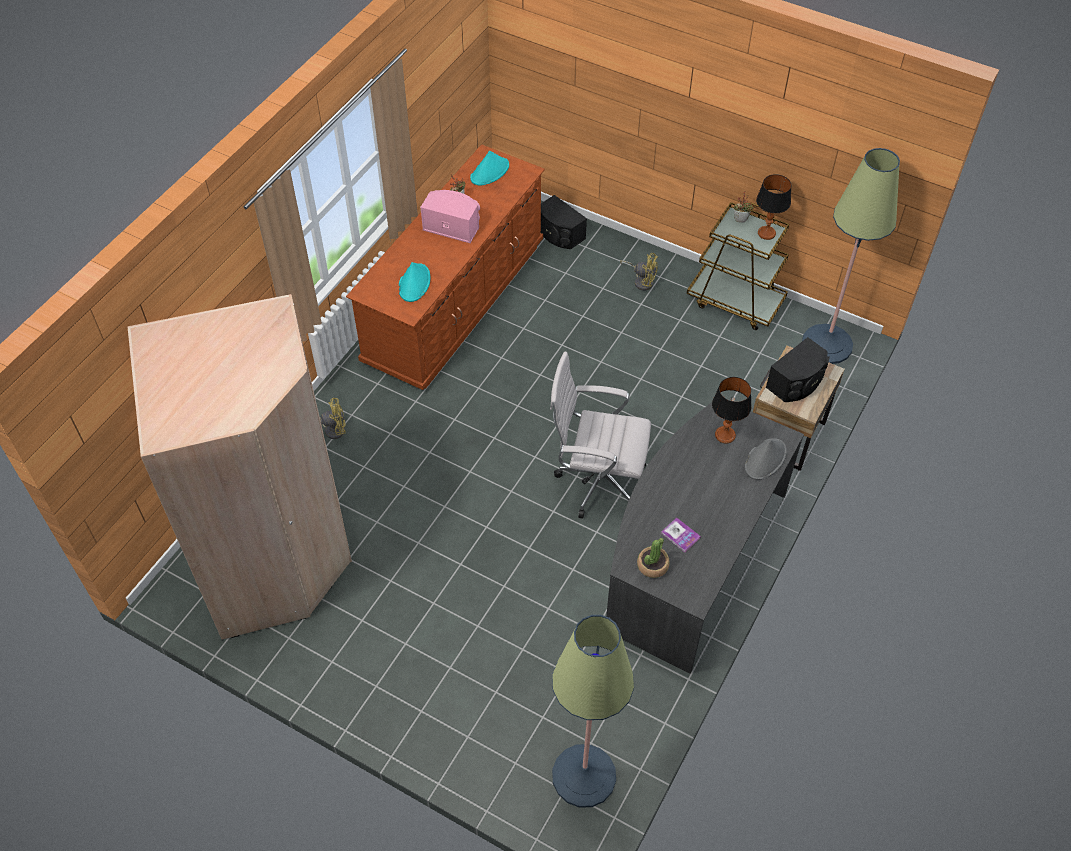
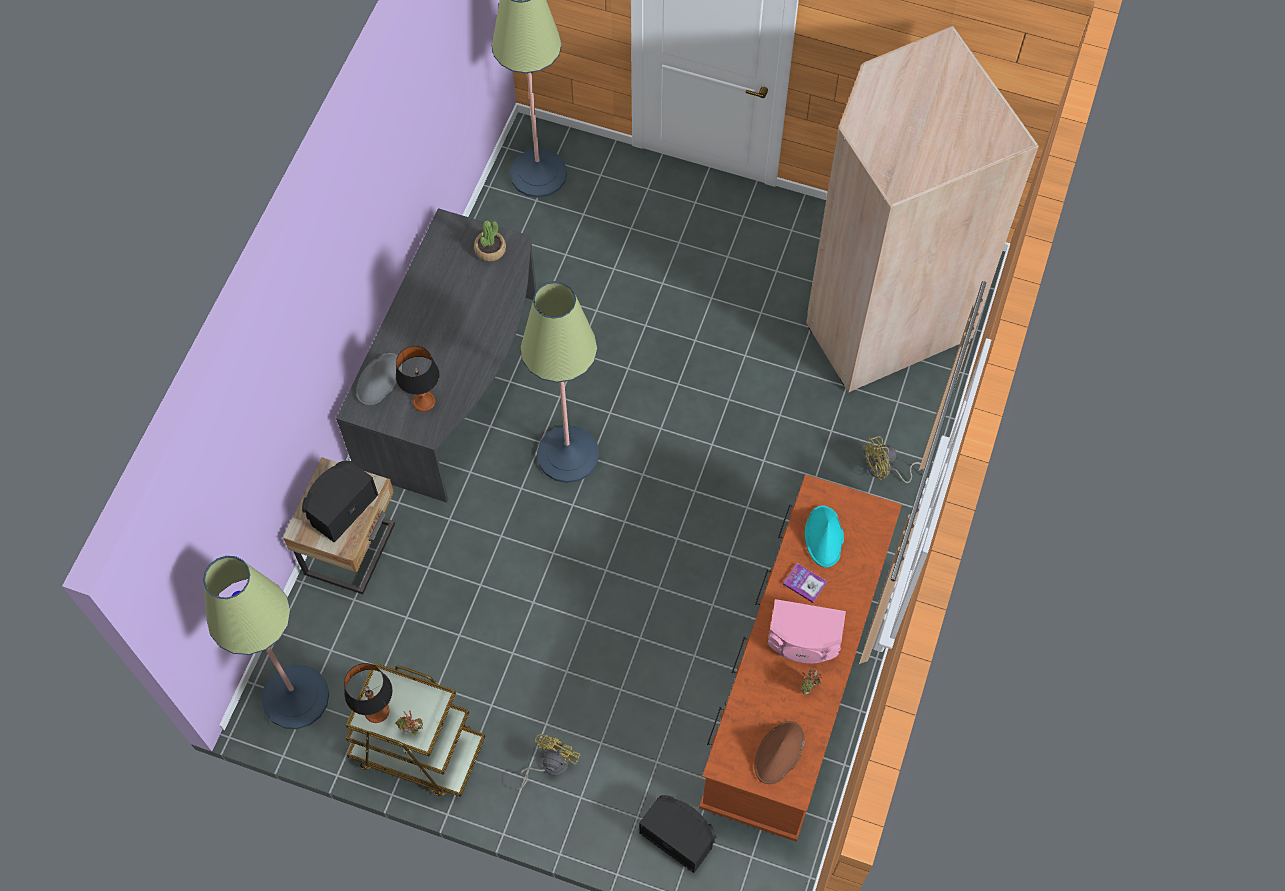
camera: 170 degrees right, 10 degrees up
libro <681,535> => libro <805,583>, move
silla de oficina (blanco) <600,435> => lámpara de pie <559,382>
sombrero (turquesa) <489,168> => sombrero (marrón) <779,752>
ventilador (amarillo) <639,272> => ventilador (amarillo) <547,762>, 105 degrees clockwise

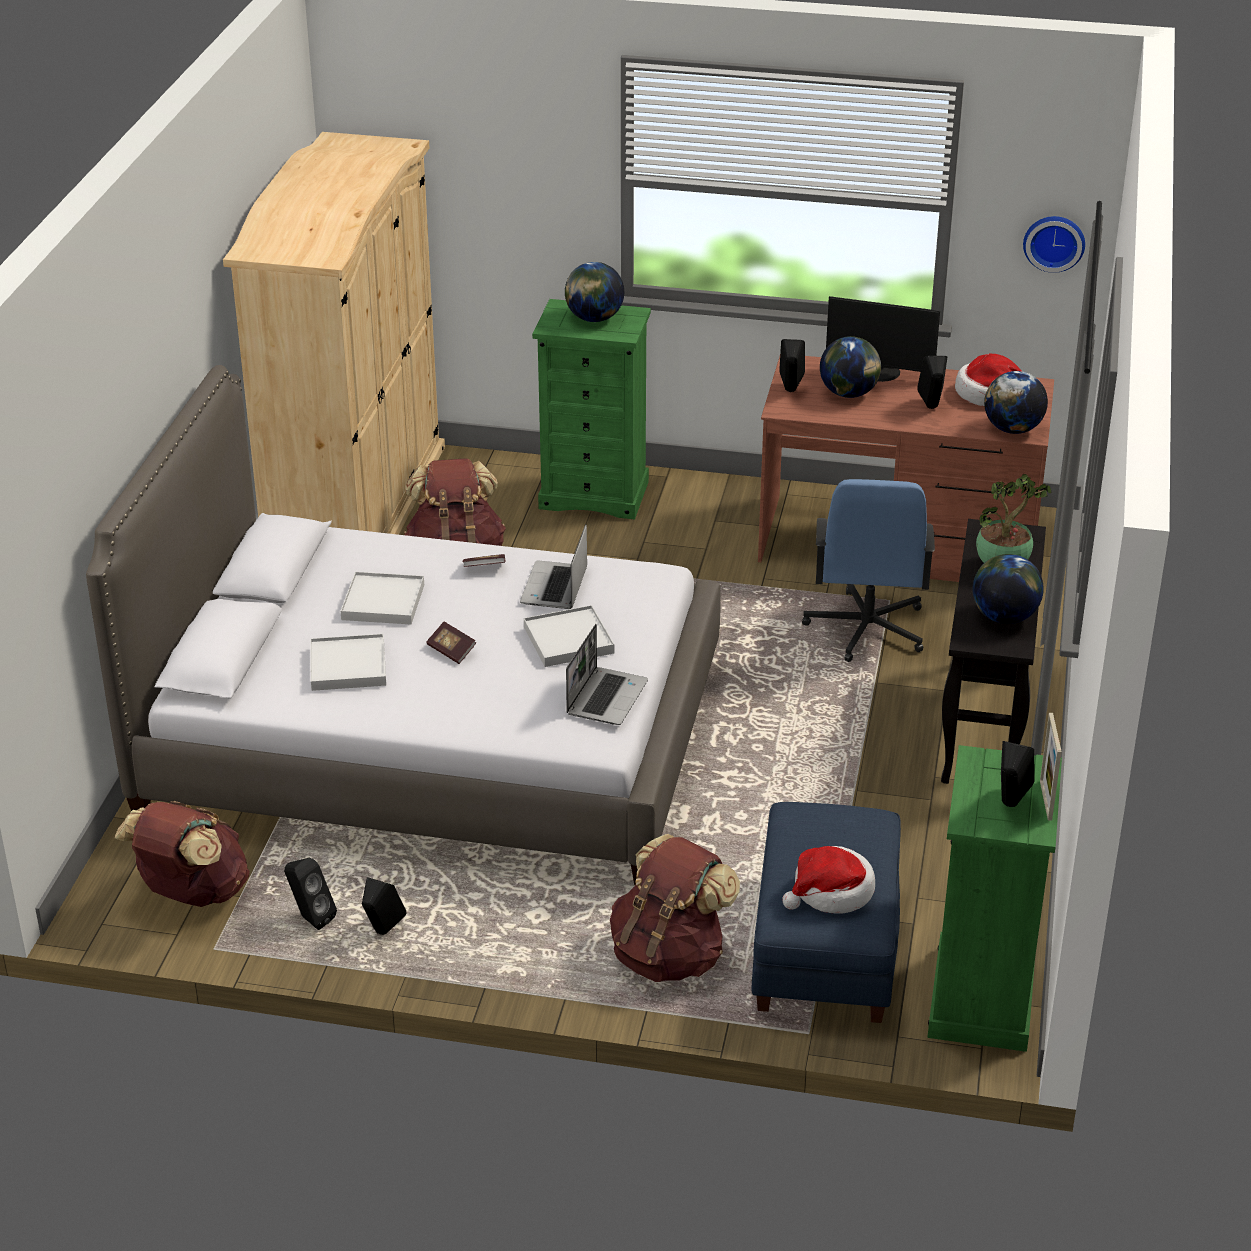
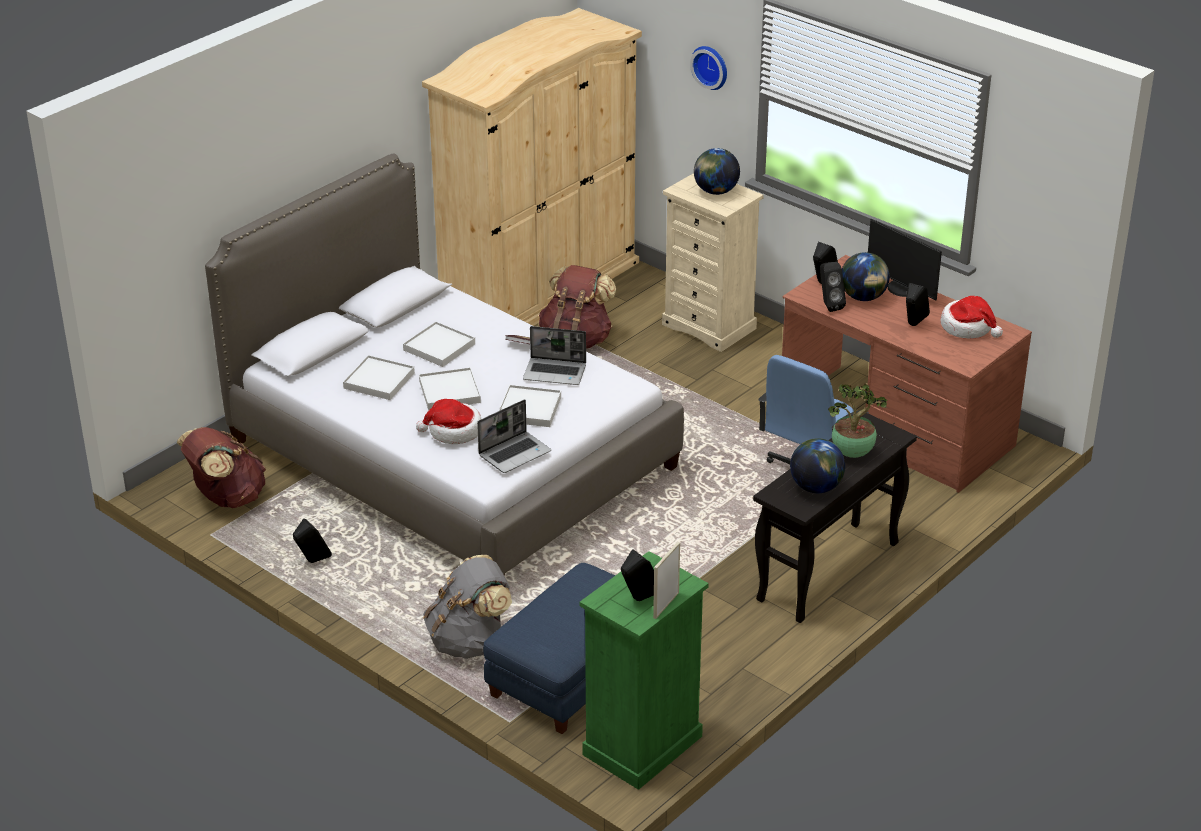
camera: 30 degrees right, 0 degrees up
globo terráqueo <1016,402> => nothing
altavoz (negro) <310,894> => altavoz (negro) <833,287>, move
sombrero <829,880> => sombrero <448,421>, move
reloj de pared <1054,244> => reloj de pared <708,68>, move
libro <451,643> => bandeja (blanco) <450,388>
cómoda (verde) <591,409> => cómoda (beis) <713,262>
mochila (marrón) <675,908> => mochila (gris) <467,607>
portátil <553,566> => portátil <554,355>, 120 degrees counterclockwise

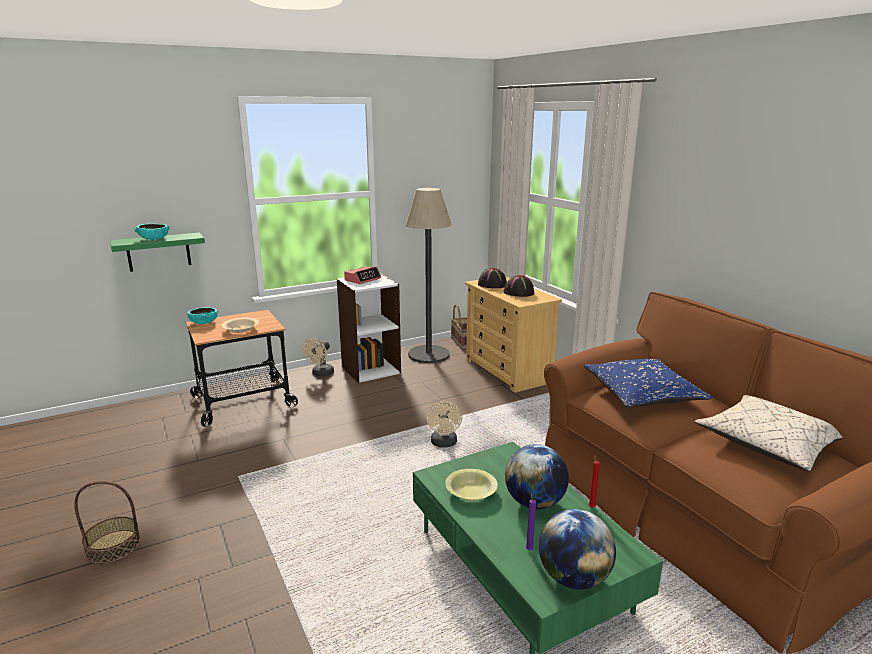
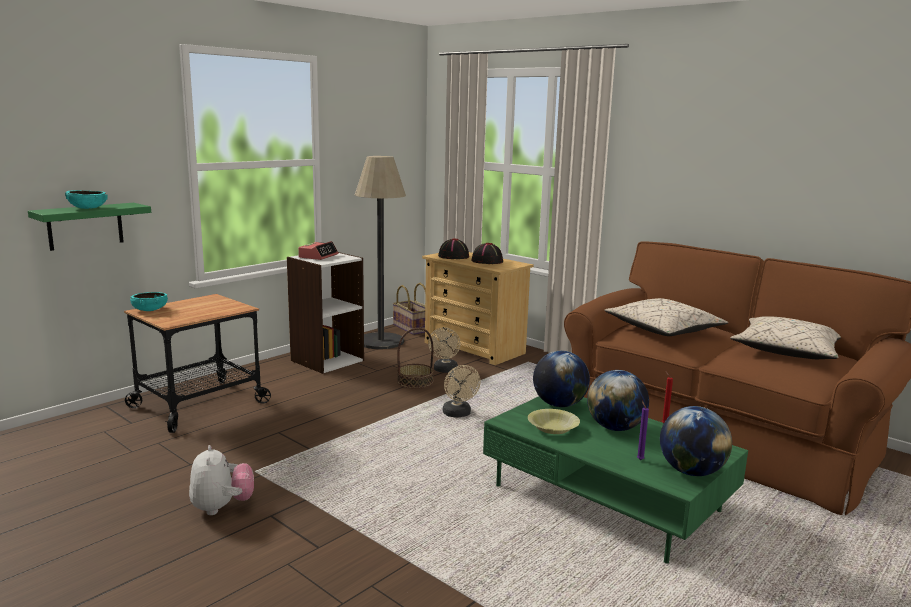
camera: 20 degrees left, 5 degrees down
cuenco (beis) <240,325> => nothing
nothing => peluche <221,480>
nothing => globo terráqueo <561,379>
cesta <107,522> => cesta <415,358>, move
ventilador (beis) <318,357> => ventilador (beis) <444,350>, move
cojín (azul) <648,383> => cojín (beis) <666,317>

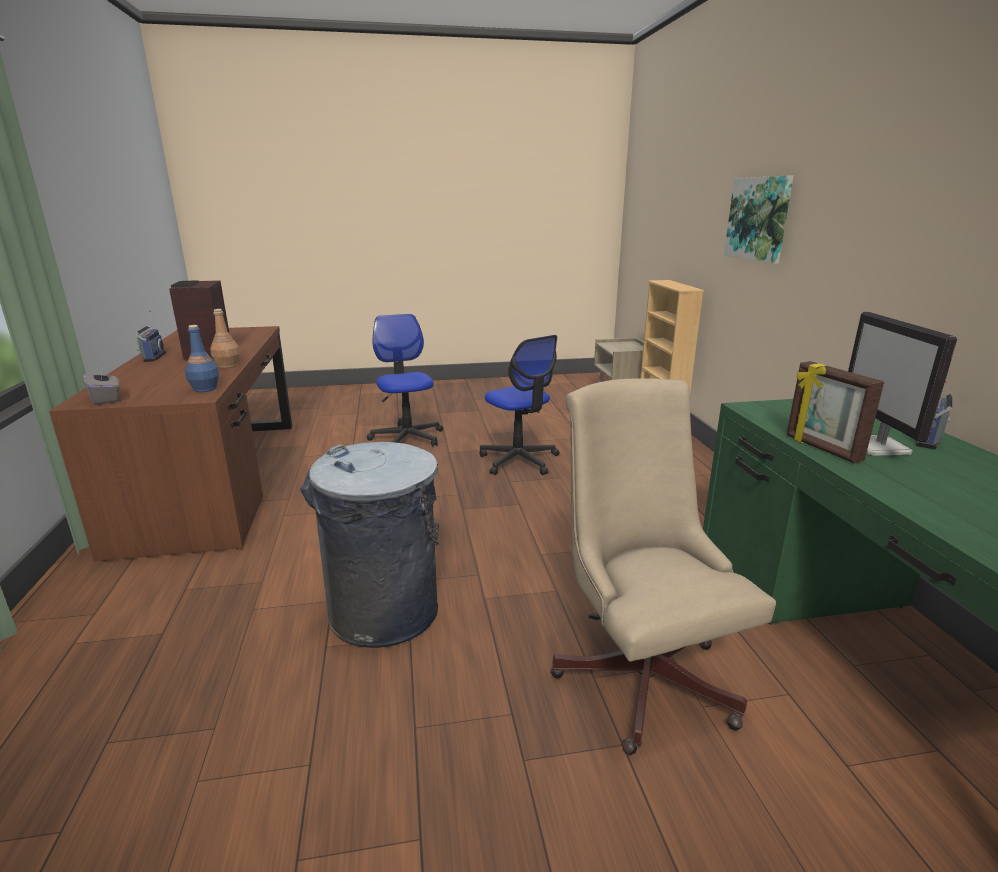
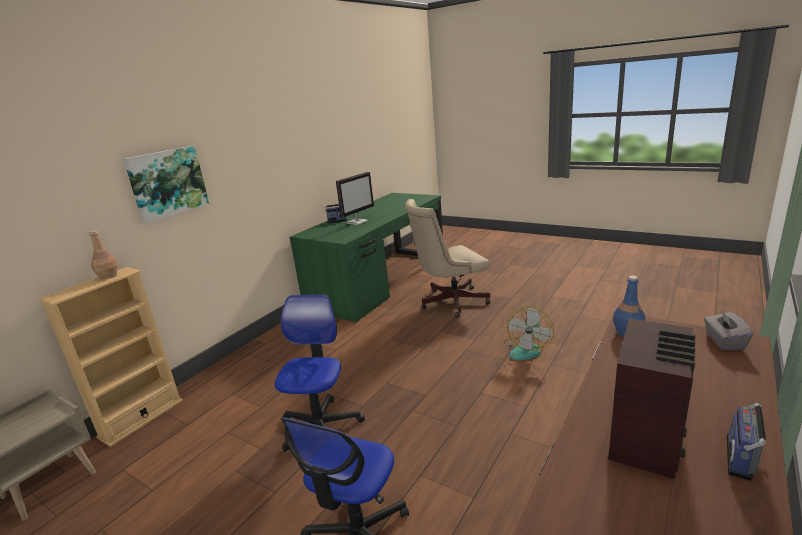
camera: 135 degrees left, 0 degrees up
portarretratos <835,412> => nothing
botella (marrón) <225,338> => botella (marrón) <103,254>, move
papelera (gris) <369,545> => ventilador <529,333>
silla de oficina (beis) <663,566> => silla de oficina (beis) <448,258>, 45 degrees clockwise

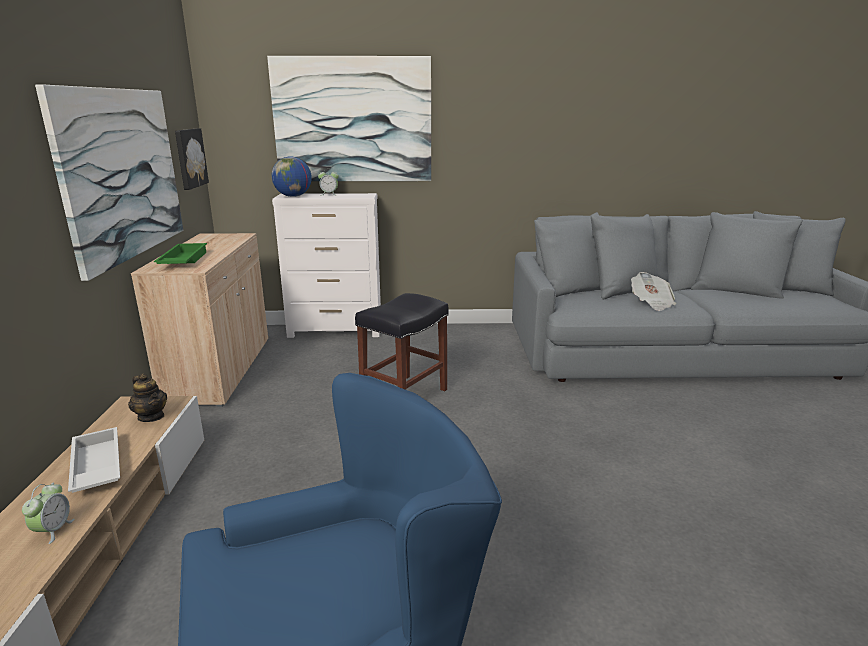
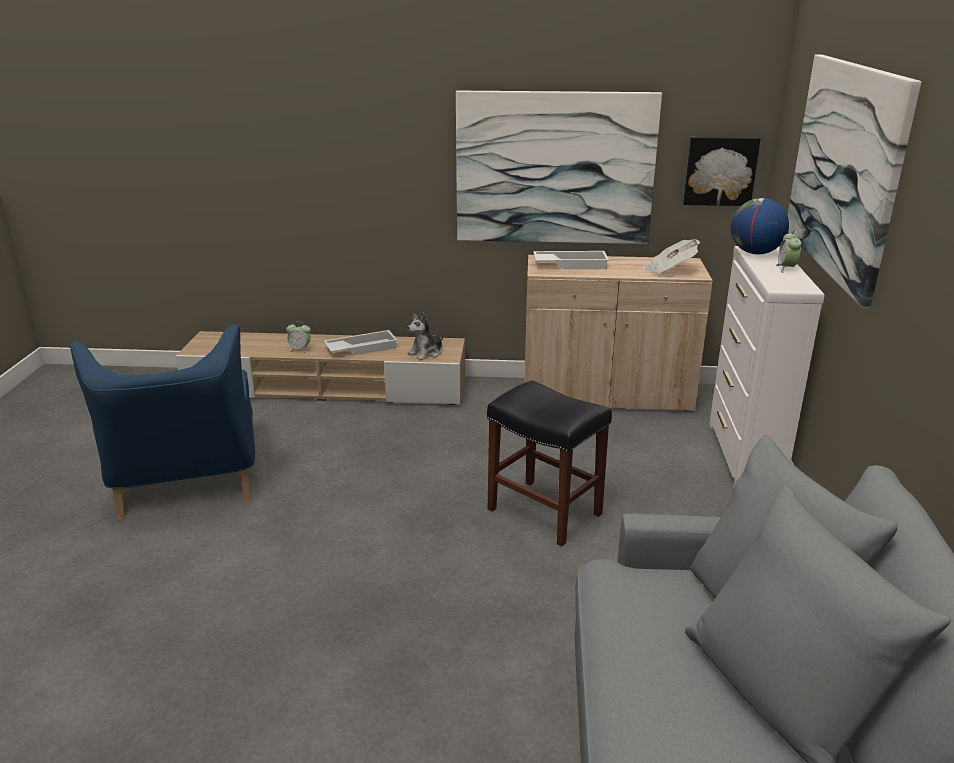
camera: 95 degrees right, 5 degrees up
periódico <653,291> => periódico <671,256>, move
tetera <147,397> => peluche <426,336>
bandeja (verde) <180,253> => bandeja (blanco) <571,260>

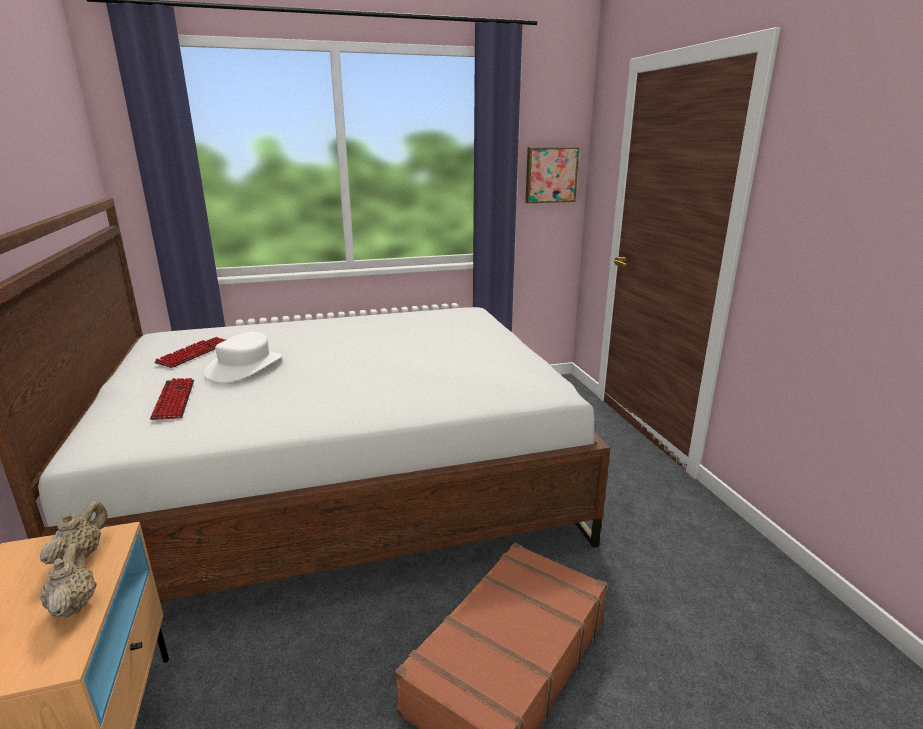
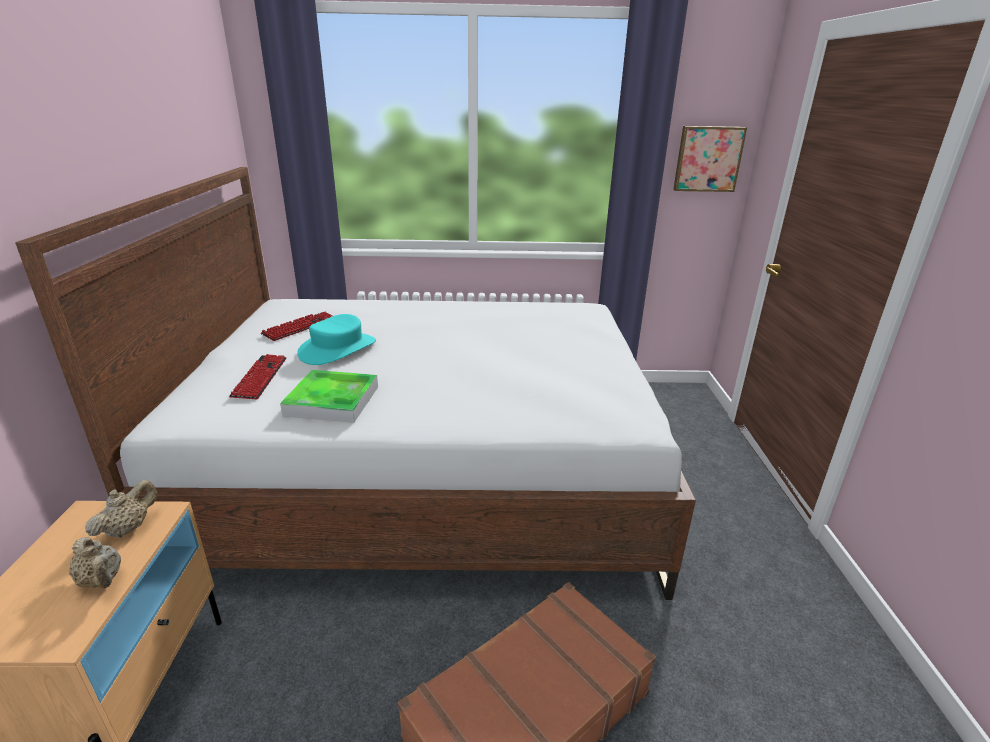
camera: 15 degrees right, 5 degrees up
nothing => bandeja <329,396>
sombrero (blanco) <243,357> => sombrero (turquesa) <336,339>
tetera (beis) <68,580> => tetera (beis) <95,562>, 135 degrees clockwise

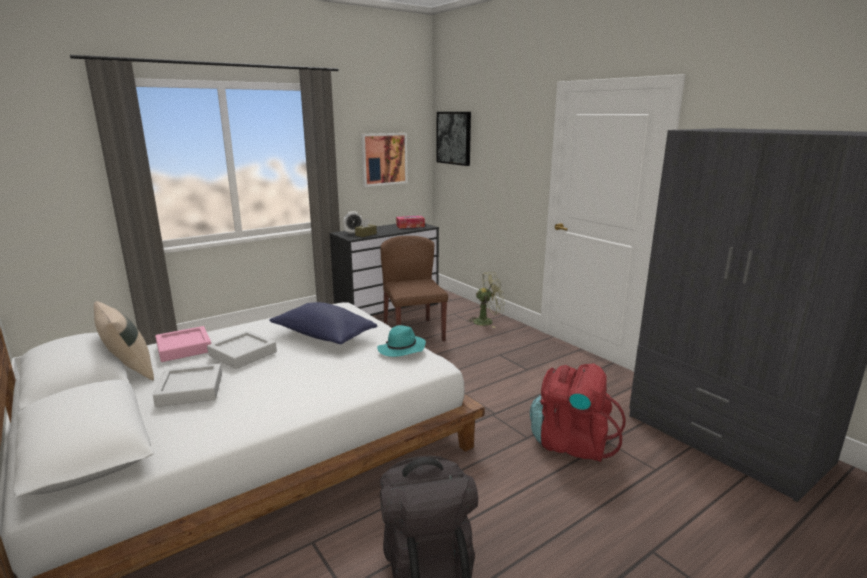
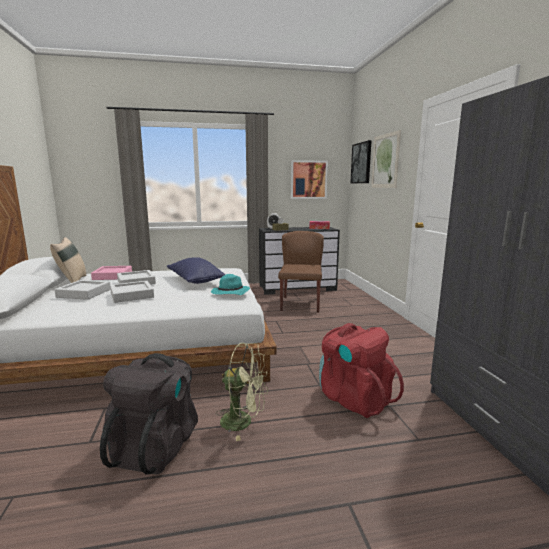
camera: 25 degrees right, 5 degrees down
nothing => bandeja (gris) <132,292>
nothing => cuadro <386,159>
ventilador (verde) <486,300> => ventilador (verde) <241,392>, move

